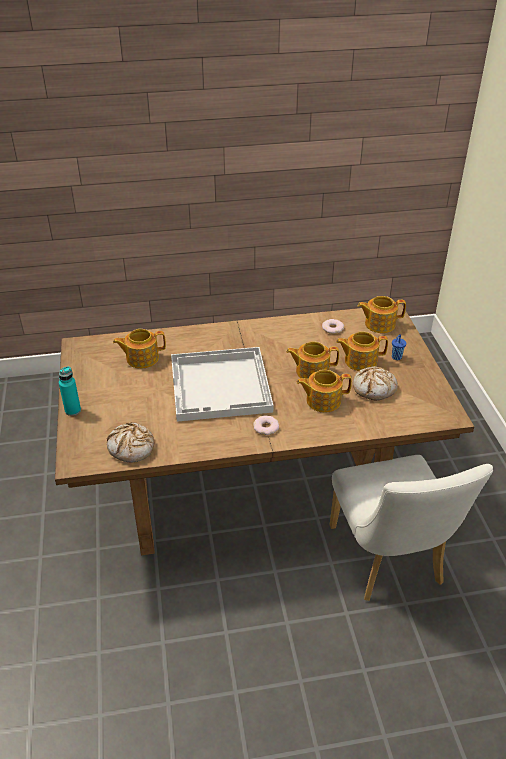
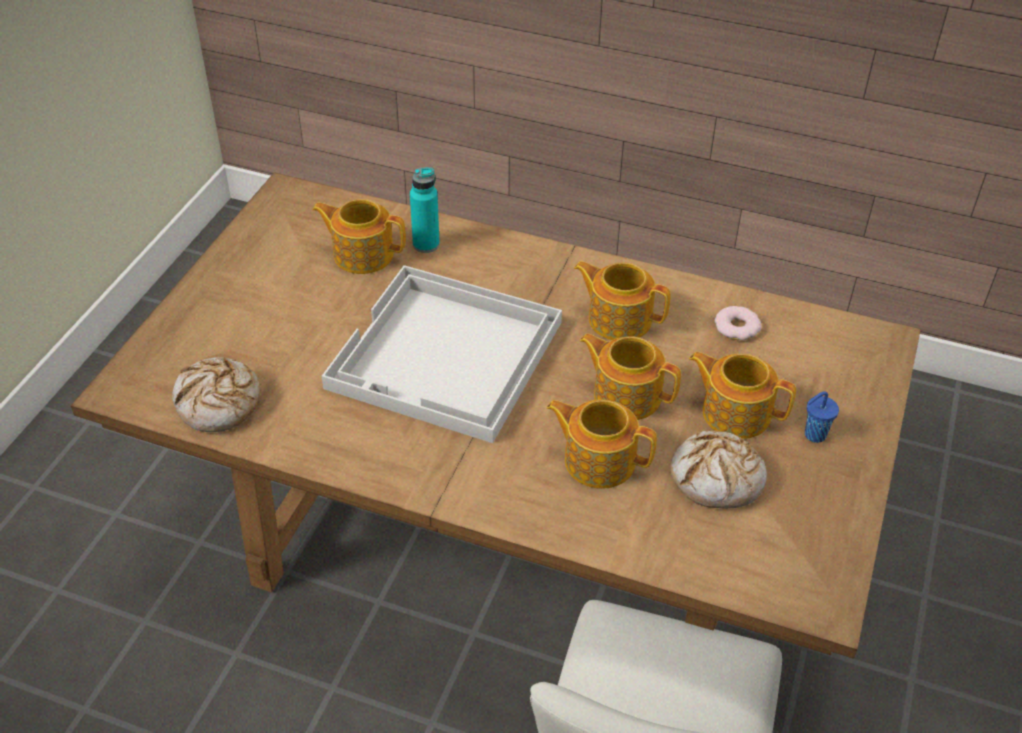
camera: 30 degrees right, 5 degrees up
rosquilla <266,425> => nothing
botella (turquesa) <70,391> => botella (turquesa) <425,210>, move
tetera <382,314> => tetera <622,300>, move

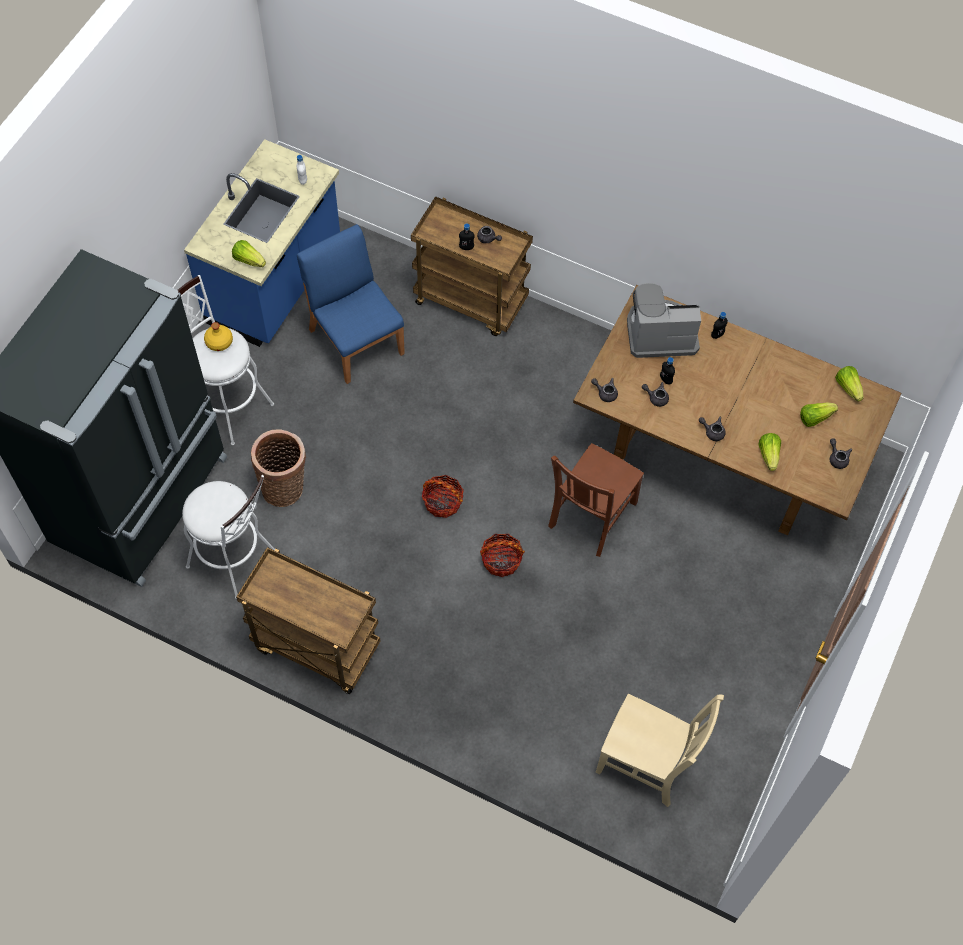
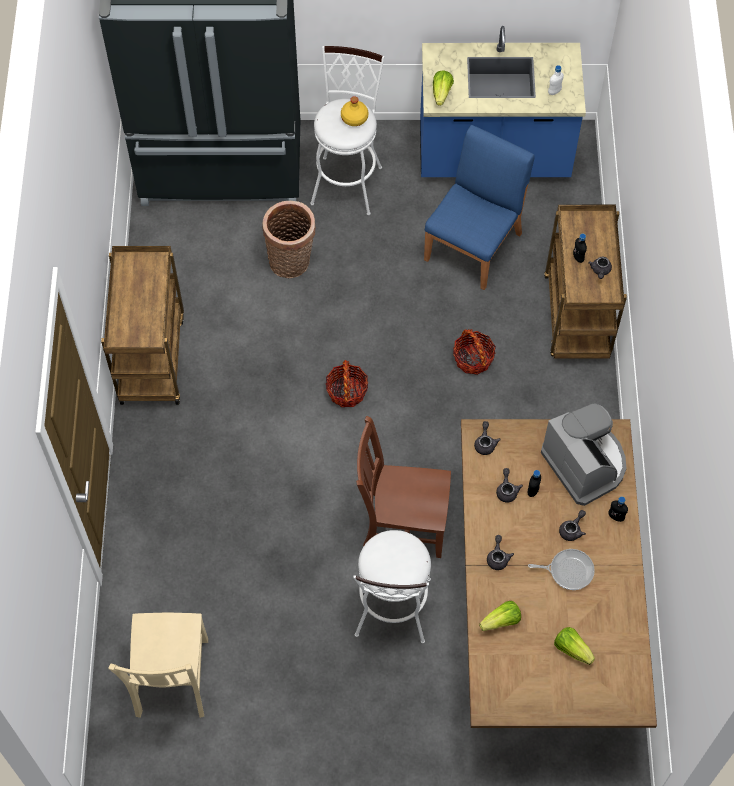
camera: 65 degrees right, 0 degrees up
lechuga <849,384> => nothing
nothing => sartén <561,569>
taburete (blanco) <228,537> => taburete (blanco) <392,587>, move
cesta <502,555> => cesta <474,352>, move
tetera (gris) <841,453> => tetera (gris) <572,525>, move

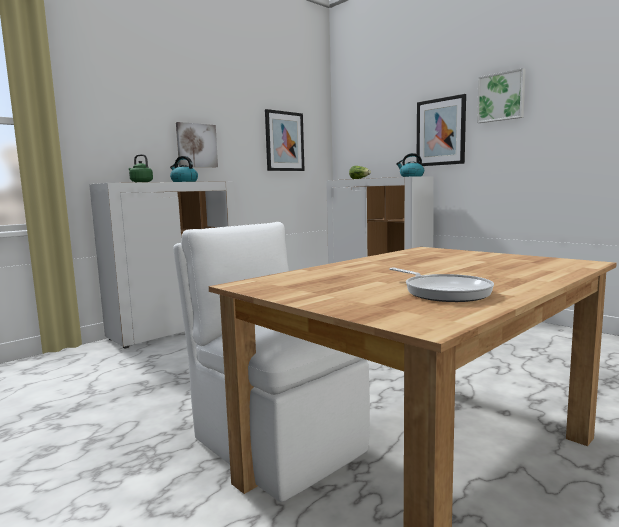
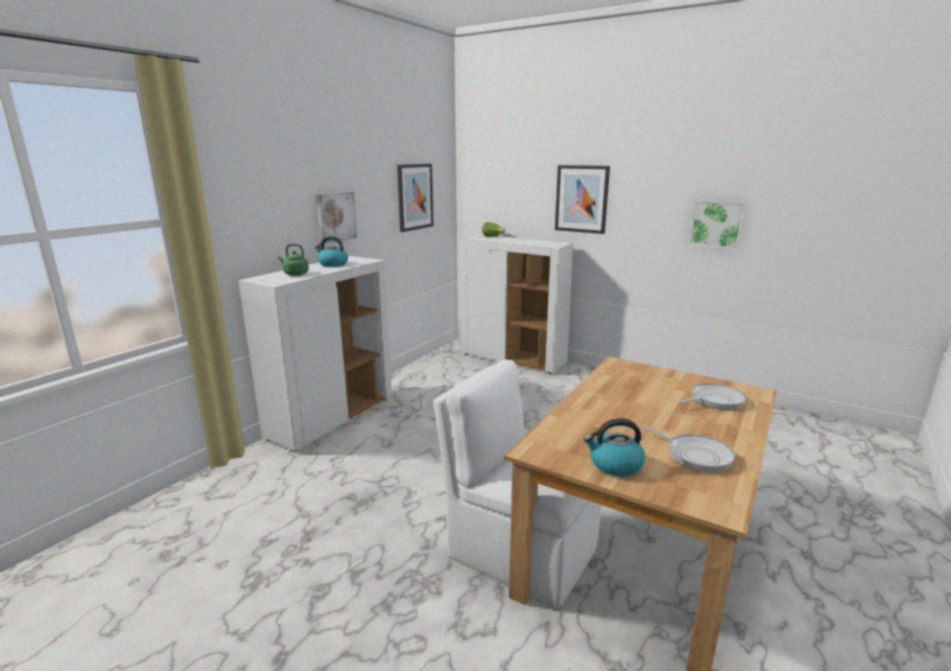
camera: 15 degrees left, 10 degrees up
nothing => sartén <712,396>
hervidor <410,165> => hervidor <614,447>, move
cuadro <501,95> => cuadro <717,225>, move

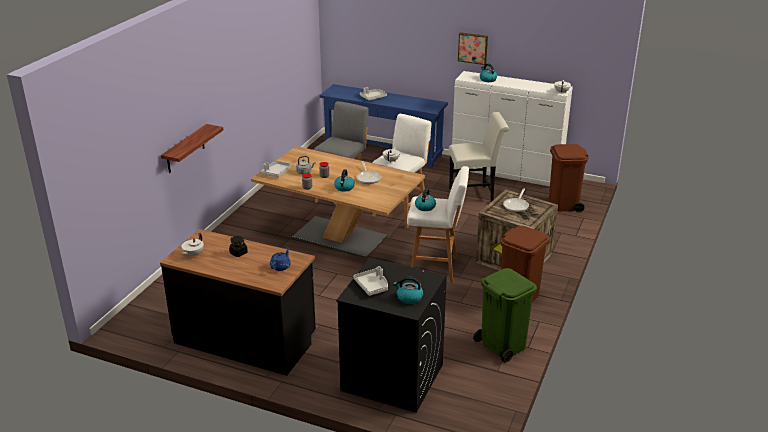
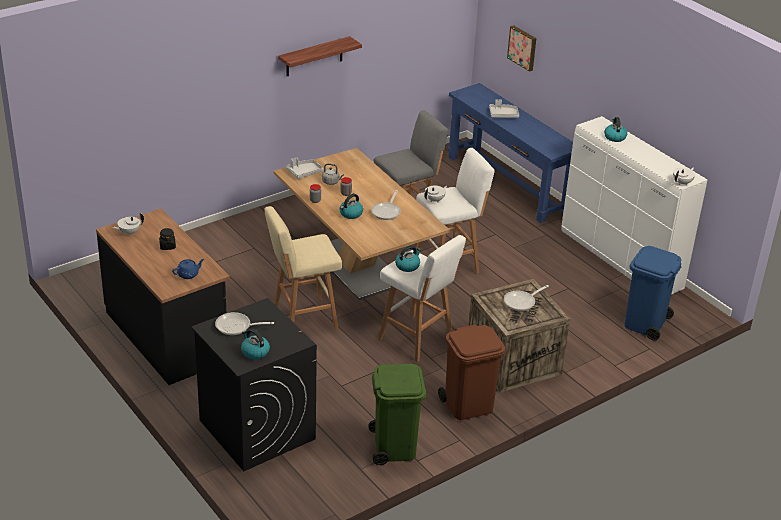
camera: 30 degrees right, 5 degrees up
silla (blanco) <479,157> => nothing
nothing => taburete (beis) <303,268>
estante <192,148> => estante <320,56>, move
cuadro <473,48> => cuadro <521,48>, move
bandeja (gris) <370,281> => sartén <244,323>
papelera (marrón) <568,178> => papelera (azul) <652,293>

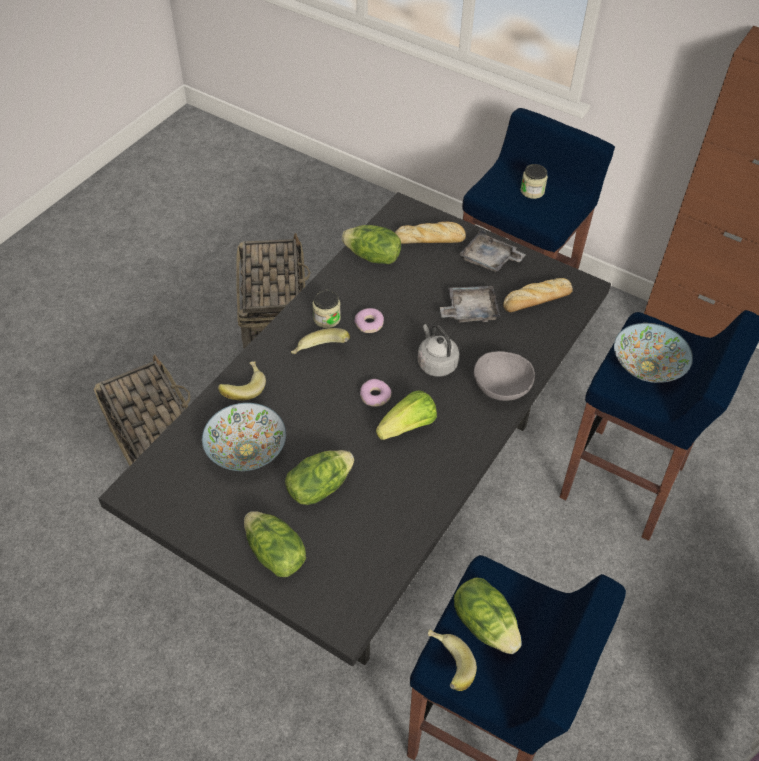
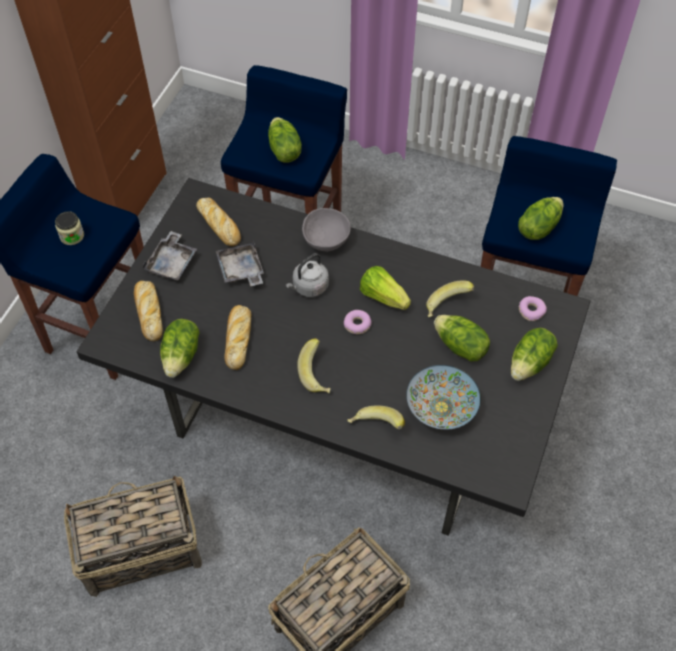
camera: 100 degrees left, 5 degrees up
tarro <326,309> => nothing
nothing => pan <237,337>
rosquilla <369,320> => rosquilla <533,308>, move
plátano <452,660> => plátano <450,298>, move
cuenco <653,353> => lechuga <285,140>

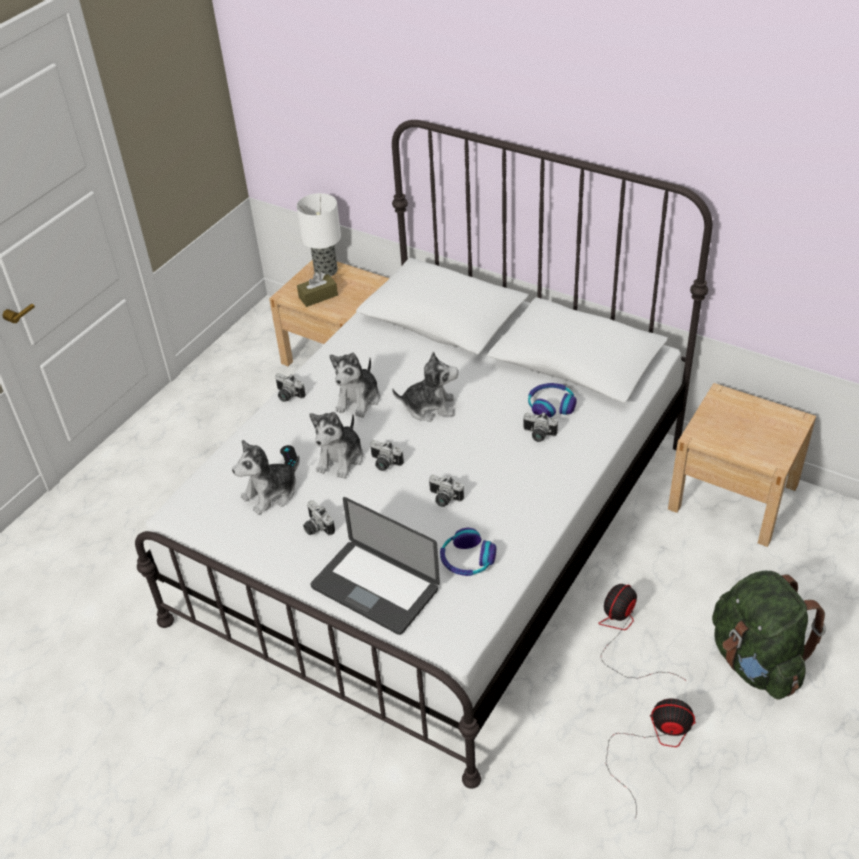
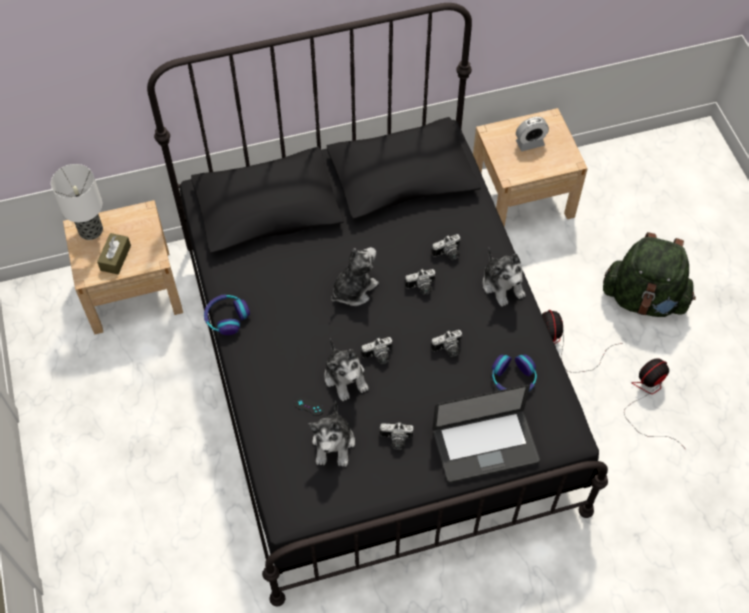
camera: 50 degrees left, 15 degrees up
nothing => despertador <532,134>
cámara <290,387> => cámara <420,282>, move
peluche <355,385> => peluche <504,277>, move
auriculares <552,400> => auriculares <227,314>, move
cama (blanco) <423,454> => cama (negro) <377,304>

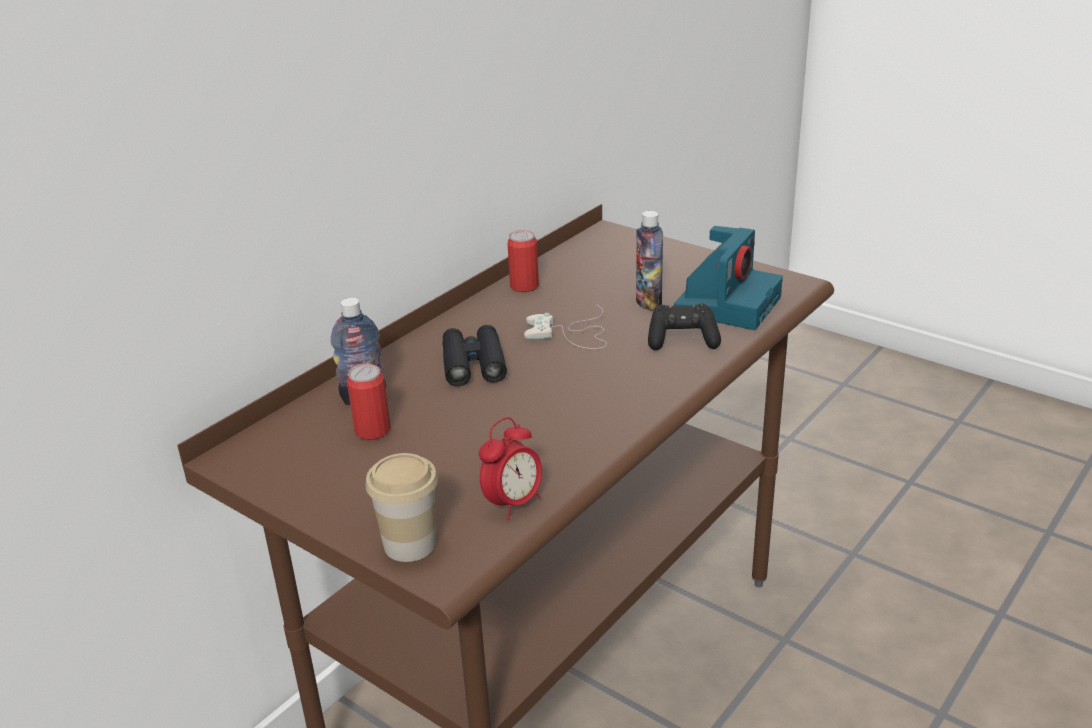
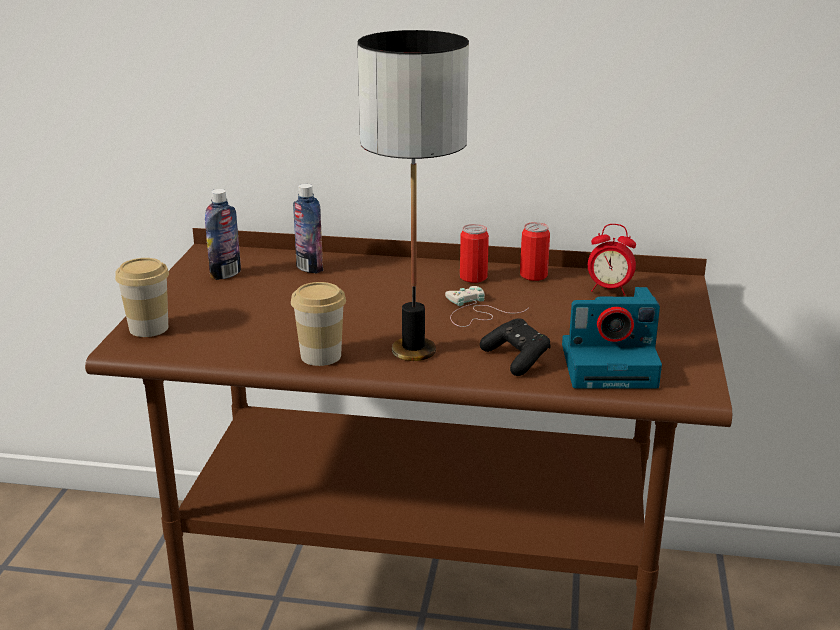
camera: 60 degrees right, 5 degrees down
prismáticos (negro) <474,355> => nothing
nothing => taza <318,324>
nothing => lámpara de mesa <413,195>
lata <369,402> => lata <474,253>, move
despertador <510,468> => despertador <612,259>, move
botella <649,261> => botella <223,234>, move

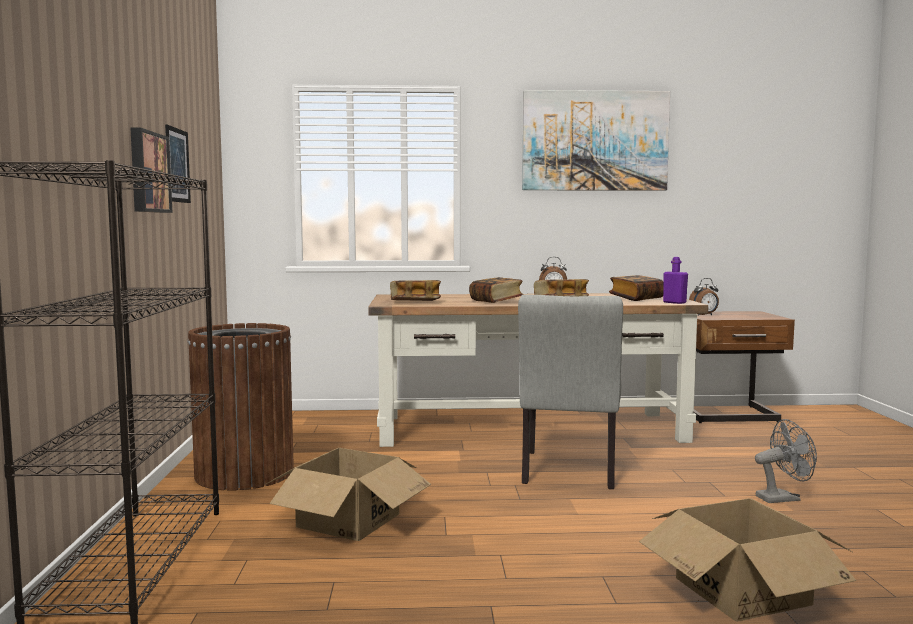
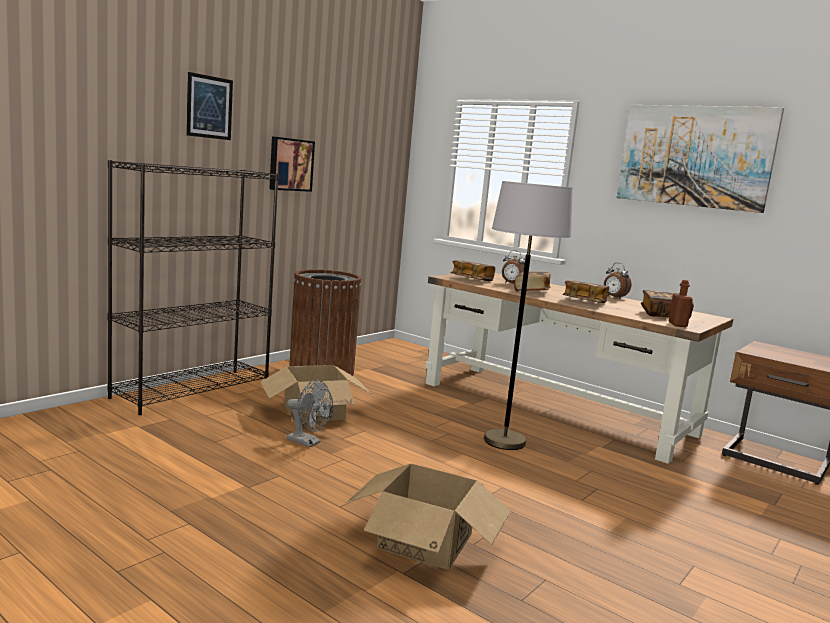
camera: 40 degrees right, 5 degrees up
cuadro <178,163> => cuadro <209,106>, move
despertador <704,297> => despertador <513,267>, move
ventilador (gris) <786,461> => ventilador (gris) <309,413>, move
silla (gris) <570,391> => lámpara de pie (gris) <528,315>
botella (morado) <675,280> => botella (marrón) <680,303>

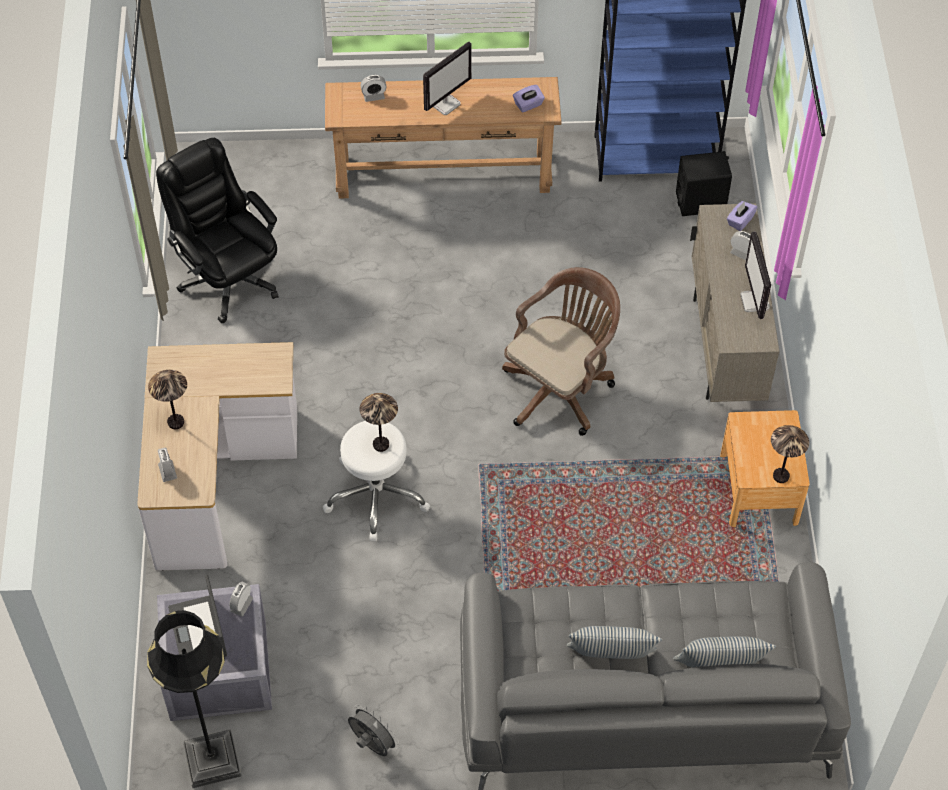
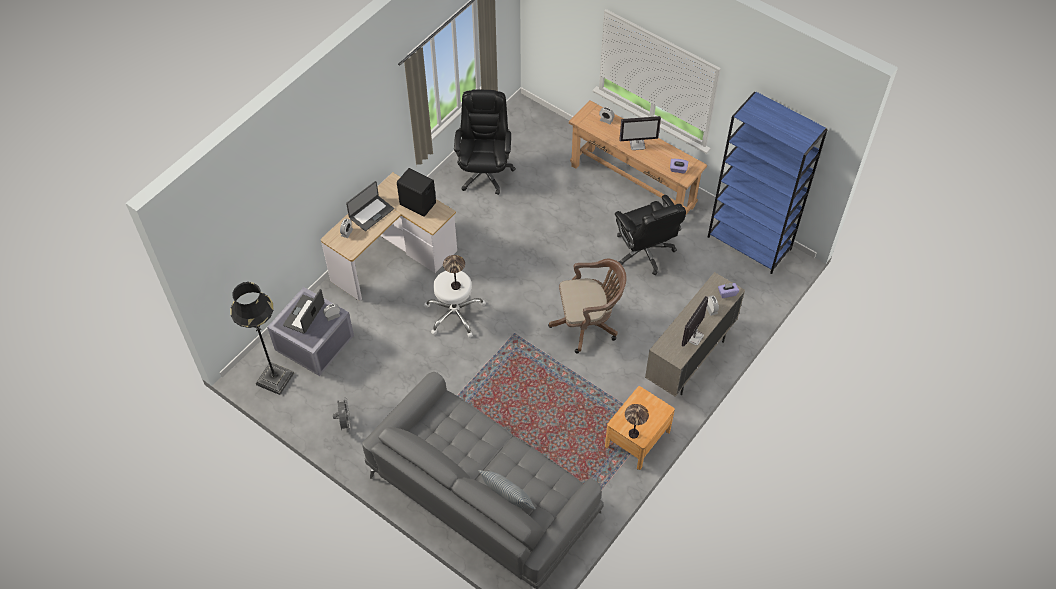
camera: 40 degrees right, 0 degrees up
cojín <614,642> => nothing
nothing => silla de oficina (negro) <650,235>
altavoz (negro) <704,183> => altavoz (negro) <416,192>, move
lámpara de mesa <167,399> => portátil <370,206>

